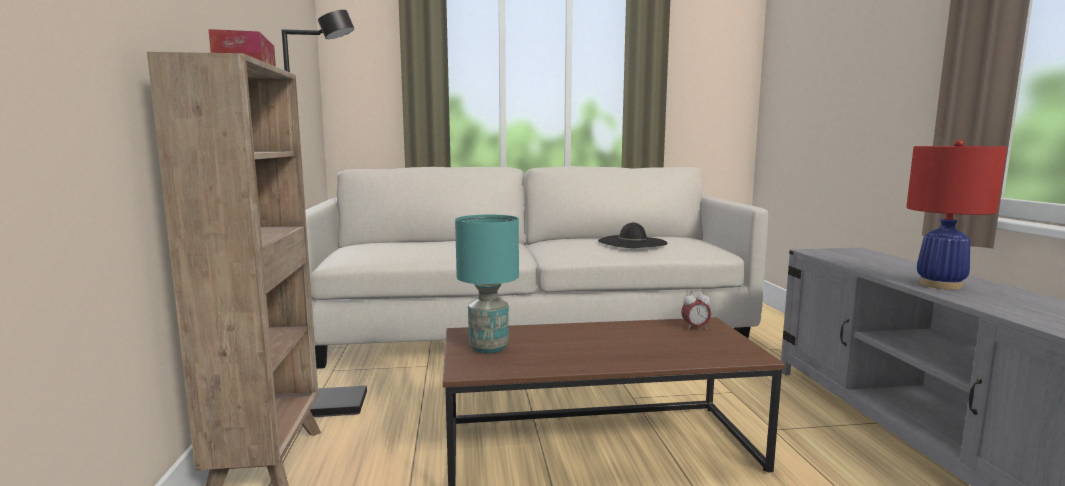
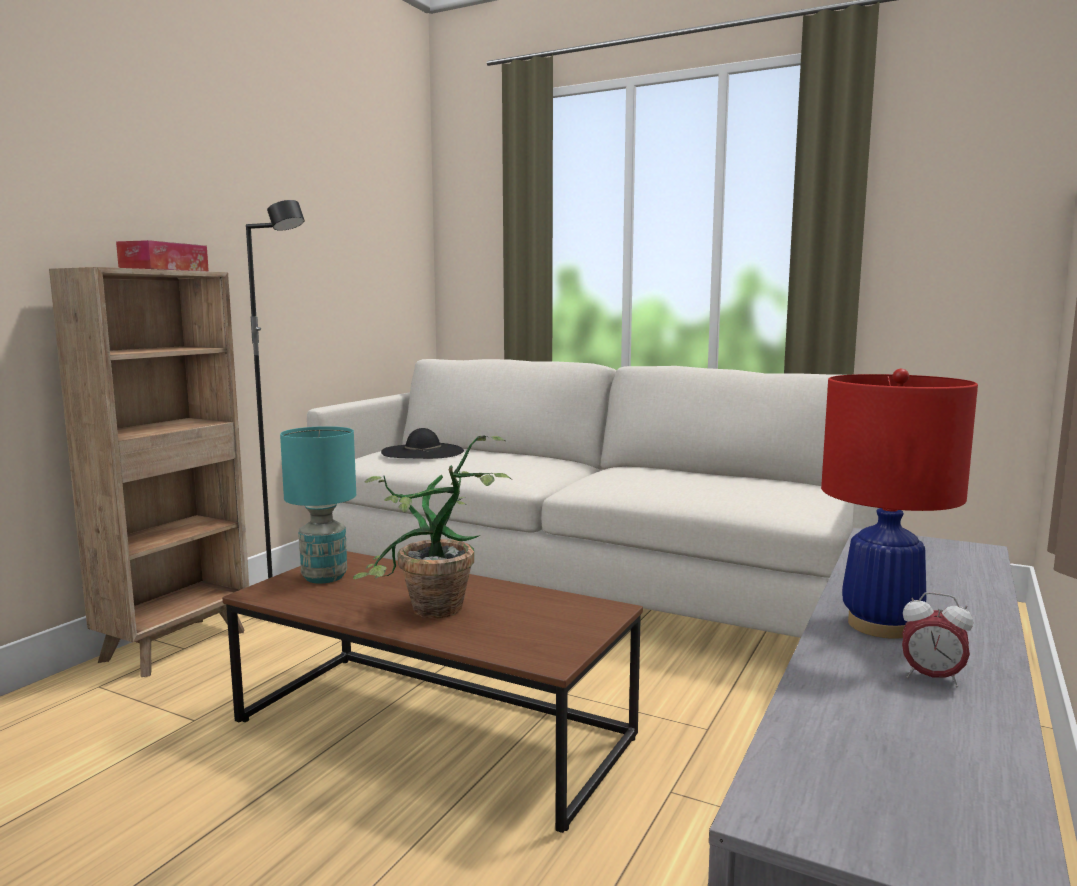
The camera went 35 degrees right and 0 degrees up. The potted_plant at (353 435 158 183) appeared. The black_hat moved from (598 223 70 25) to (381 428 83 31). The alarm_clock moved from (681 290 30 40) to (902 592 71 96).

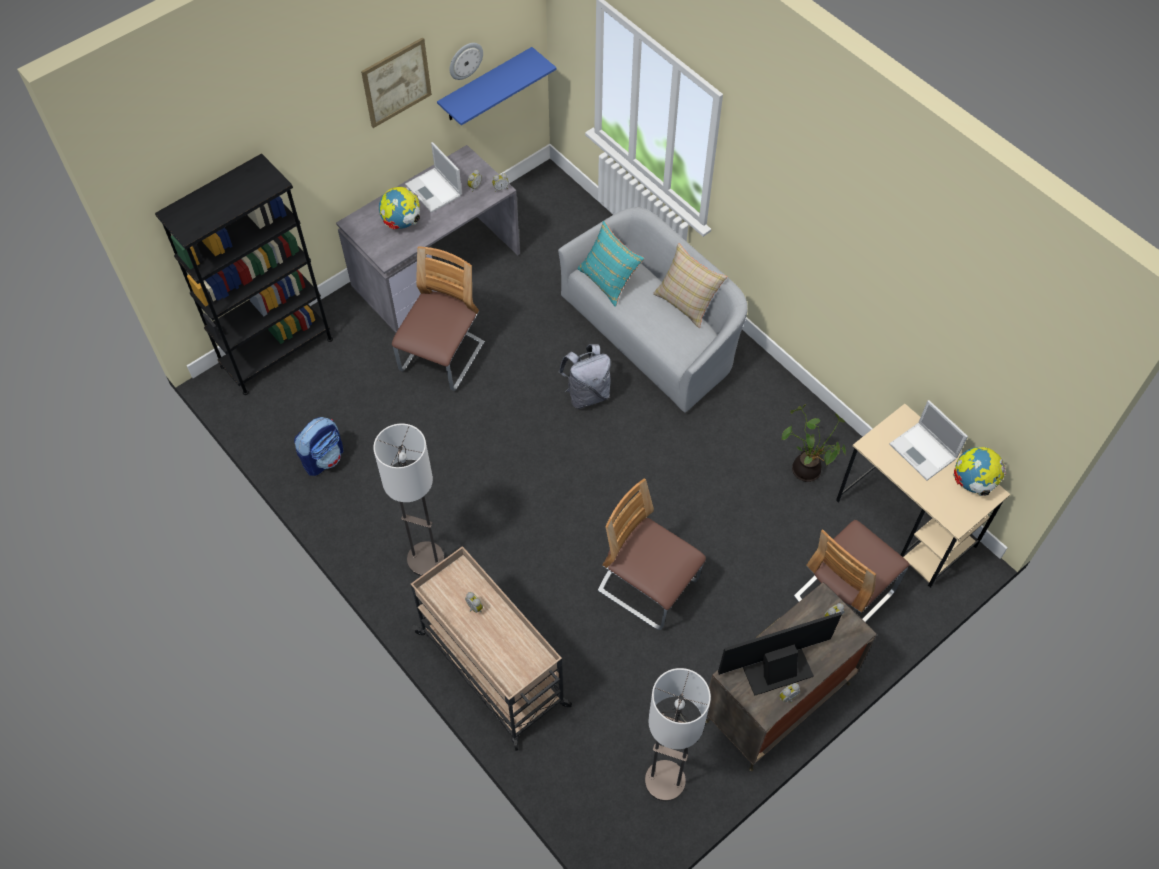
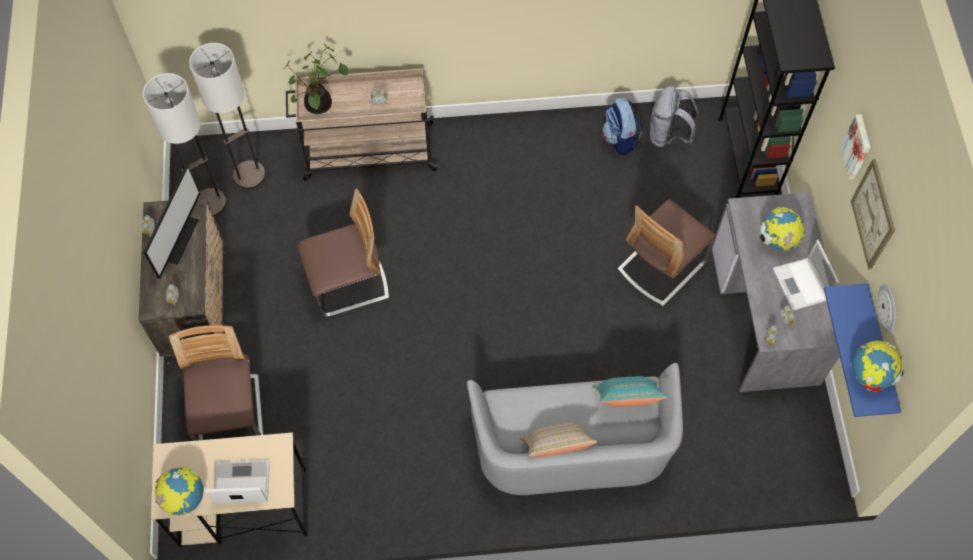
The camera went 125 degrees right and 5 degrees up. The picture at (840 114 31 66) appeared. The globe at (852 340 52 52) appeared. The floor_lamp moved from (373 424 71 152) to (189 43 76 146). The grey_backpack moved from (559 344 52 65) to (650 86 48 62). The potted_plant moved from (782 404 64 78) to (283 45 65 69). The chair at (392 246 93 145) turned 75 degrees clockwise. The laptop at (405 142 57 71) turned 105 degrees counterclockwise.

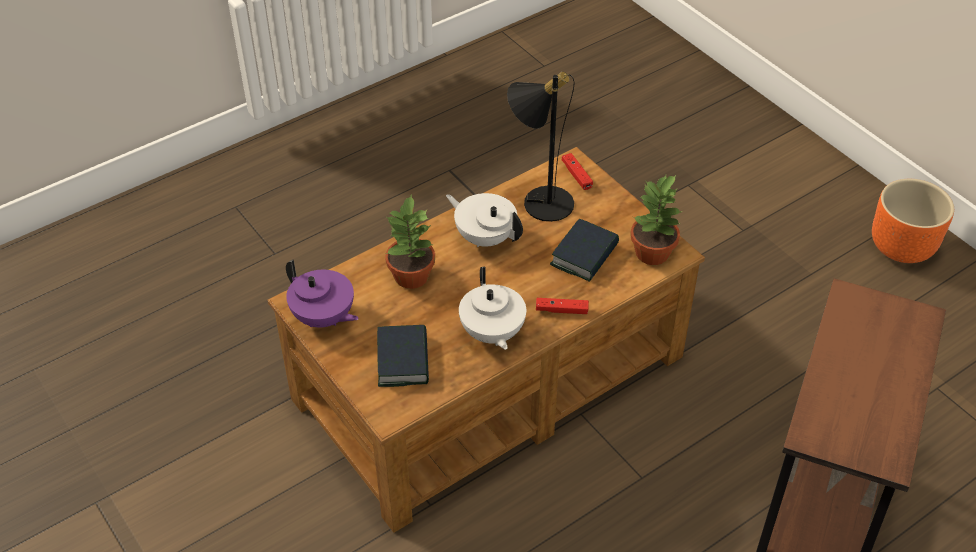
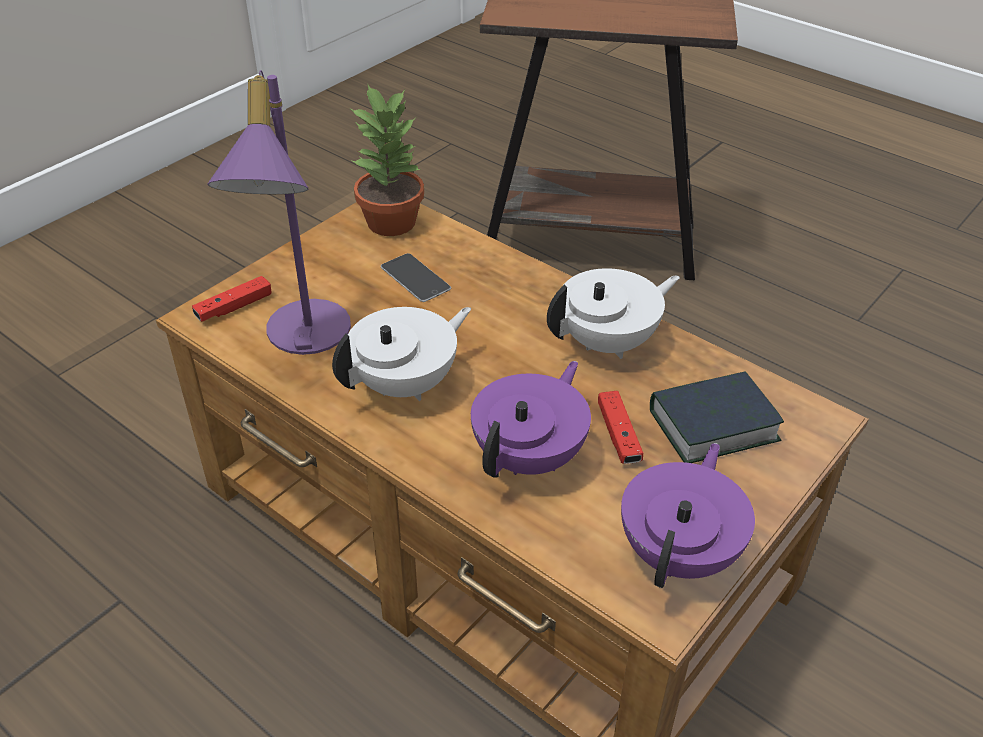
The camera went 105 degrees left and 5 degrees down. The orange_planter at (872 179 82 84) disappeared. The red_game_controller moved from (536 298 53 16) to (598 391 45 73). The potted_plant at (385 194 50 95) was replaced by the purple_teapot at (471 361 120 117). The book at (550 219 69 63) was replaced by the phone at (381 253 70 49). The black_table_lamp at (507 72 68 150) became the purple_table_lamp at (207 70 144 285). The white_teapot at (446 193 77 54) turned 150 degrees counterclockwise.

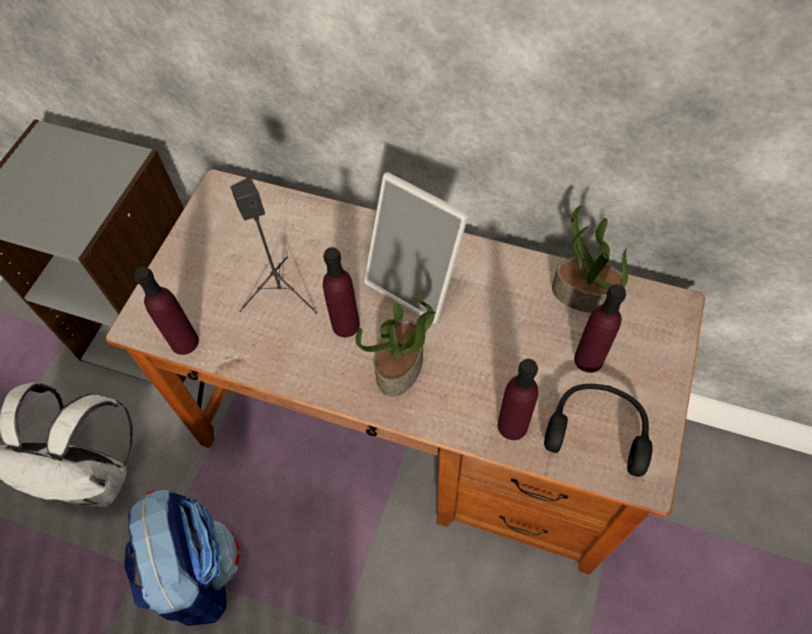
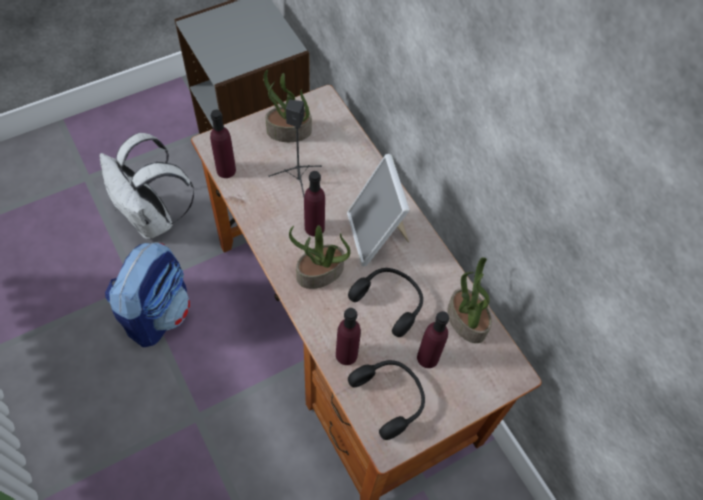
The camera went 35 degrees right and 0 degrees up. The potted_plant at (263 70 49 72) appeared. The black_headphones at (348 268 75 69) appeared.

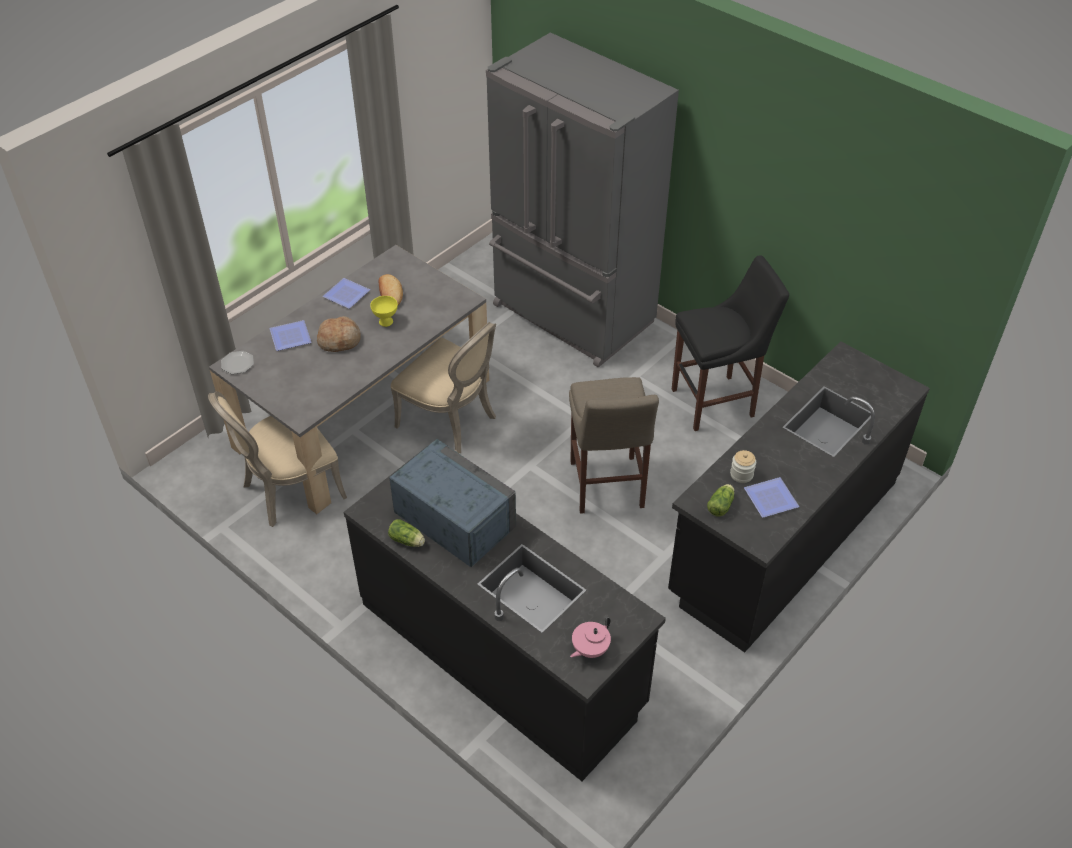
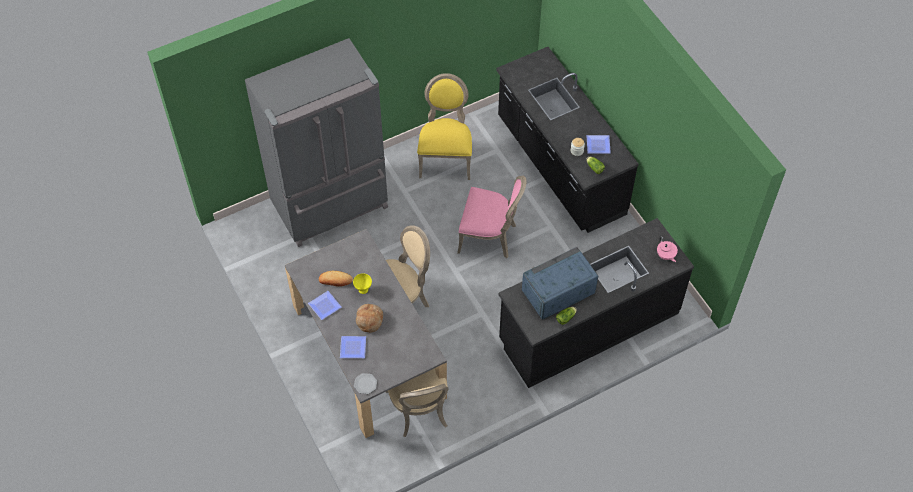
The camera went 70 degrees left and 10 degrees up. The beige_stool at (569 377 90 137) was replaced by the pink_chair at (457 176 70 82). The black_stool at (672 255 117 176) was replaced by the yellow_chair at (417 73 55 107).

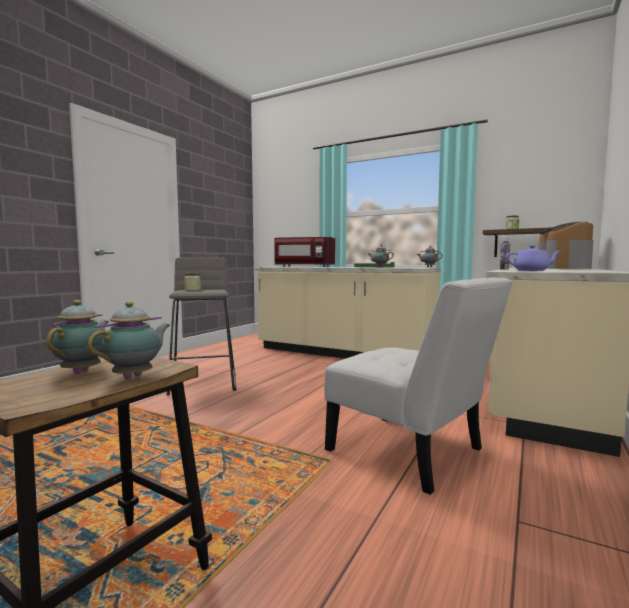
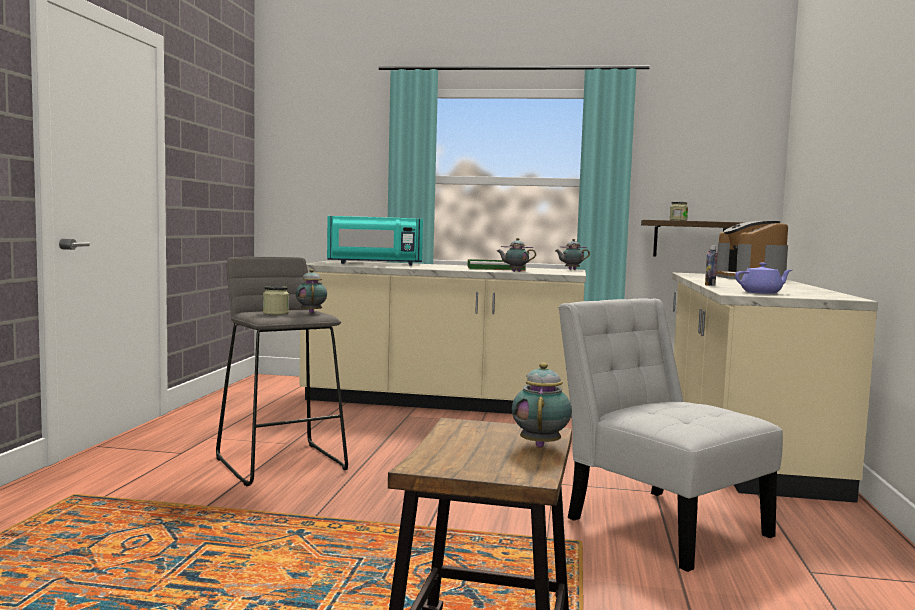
The camera went 20 degrees left and 0 degrees up. The teapot moved from (46 300 63 74) to (296 269 31 44). The red_microwave at (274 237 61 30) became the turquoise_microwave at (327 216 96 49). The white_chair at (324 278 189 217) turned 150 degrees counterclockwise.

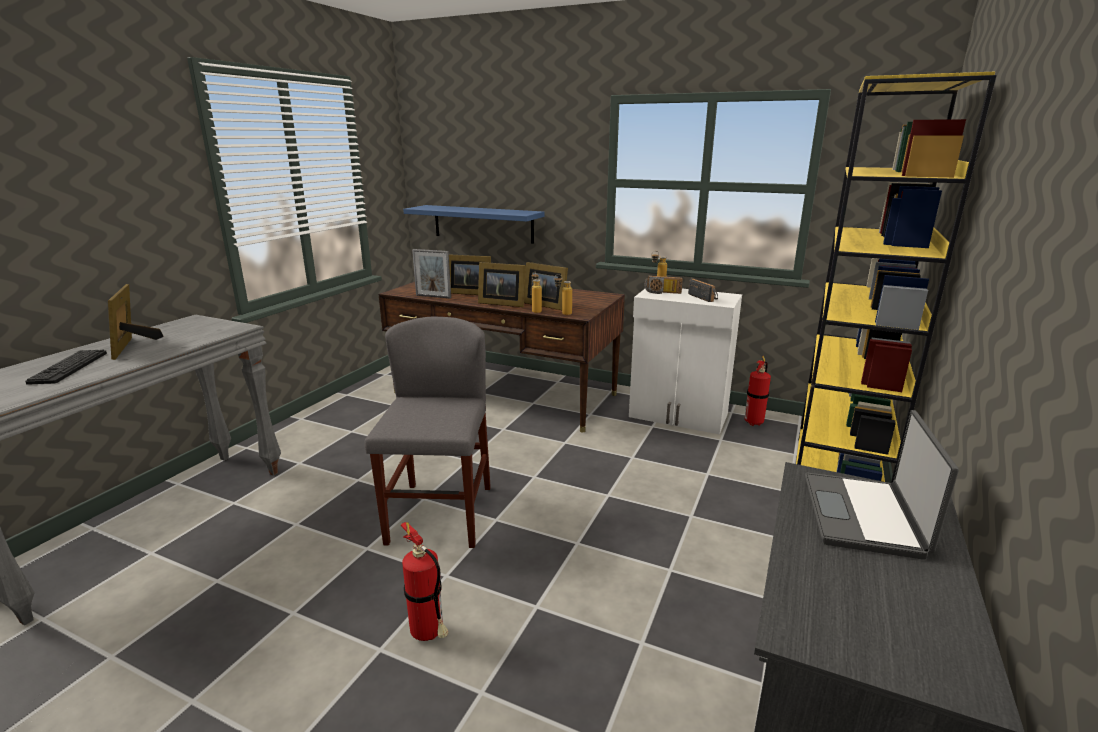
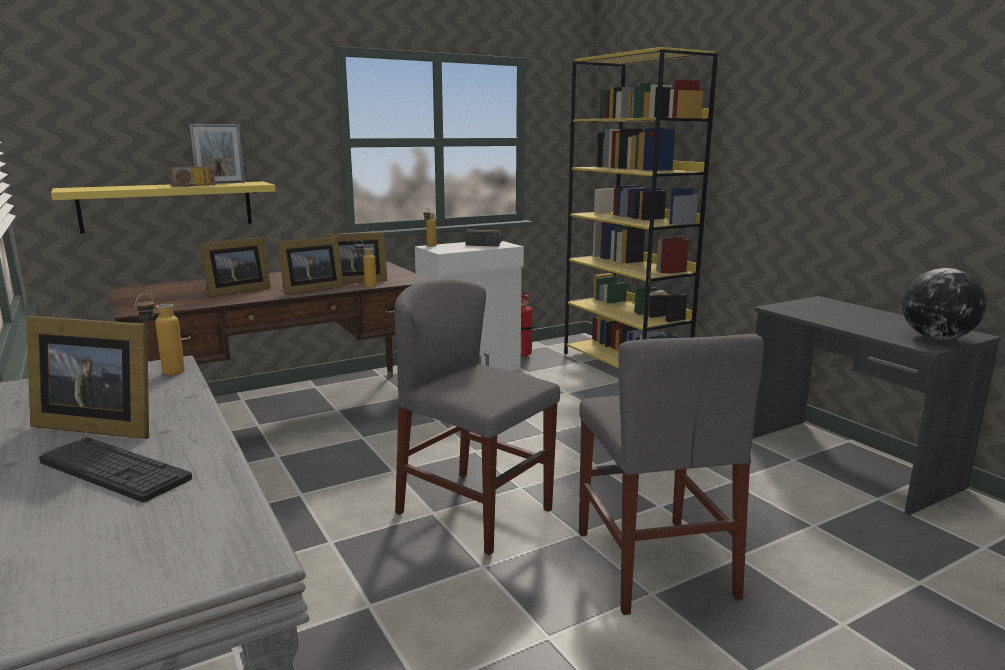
The camera went 55 degrees left and 5 degrees down. The laptop at (805 410 154 150) disappeared. The globe at (902 268 85 72) appeared. The picture_frame moved from (412 249 39 49) to (189 124 56 60). The bottle moved from (554 274 18 41) to (135 294 50 81). The radio moved from (644 276 39 18) to (167 166 48 21). The fire_extinguisher at (401 522 48 119) was replaced by the grey_chair at (579 334 185 281). The blue_shelf at (403 205 142 39) became the yellow_shelf at (51 182 225 52).

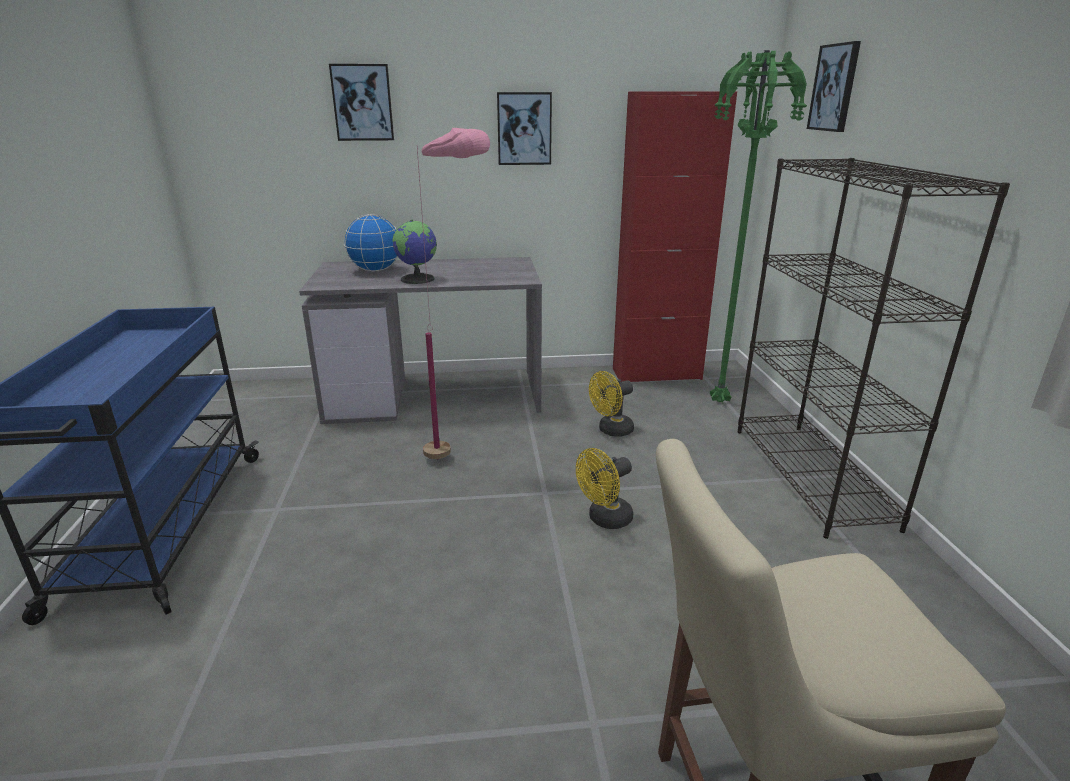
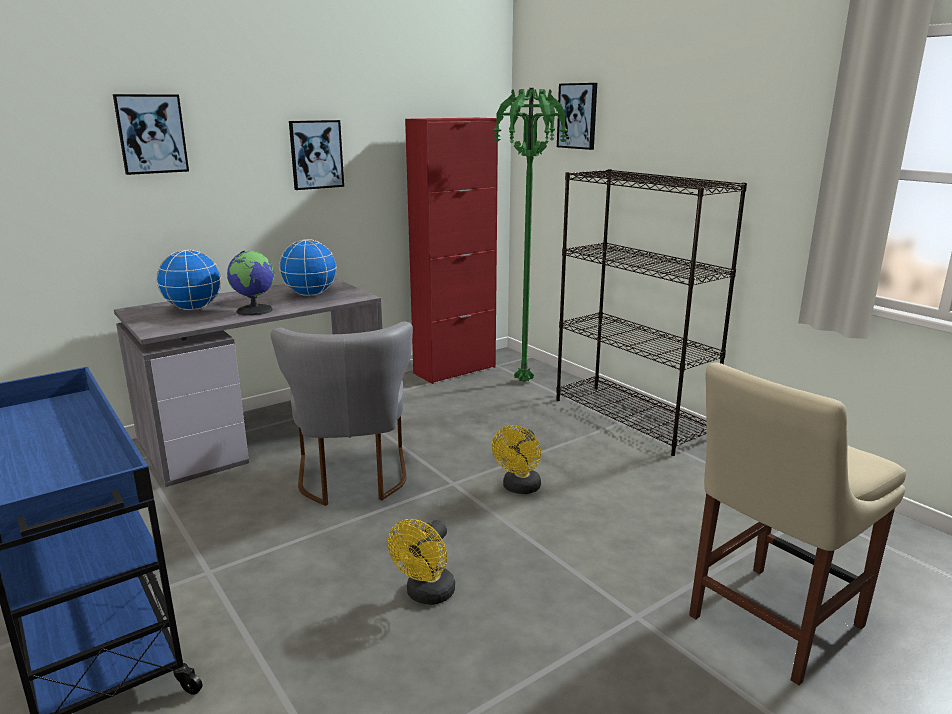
The camera went 30 degrees left and 5 degrees down. The globe at (279 239 58 57) appeared. The yellow_fan moved from (589 371 45 66) to (388 519 67 86). The pink_floor_lamp at (417 128 73 332) was replaced by the grey_chair at (271 322 142 184).

